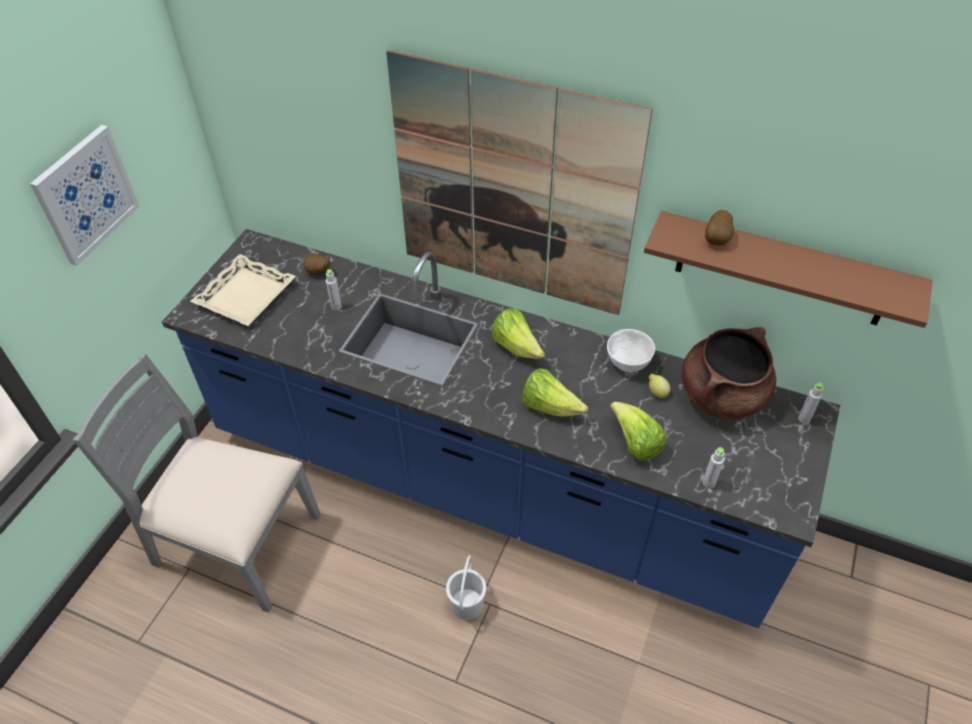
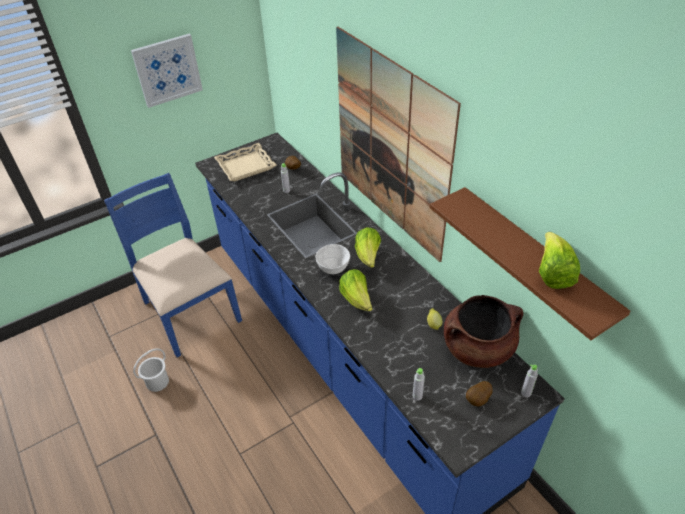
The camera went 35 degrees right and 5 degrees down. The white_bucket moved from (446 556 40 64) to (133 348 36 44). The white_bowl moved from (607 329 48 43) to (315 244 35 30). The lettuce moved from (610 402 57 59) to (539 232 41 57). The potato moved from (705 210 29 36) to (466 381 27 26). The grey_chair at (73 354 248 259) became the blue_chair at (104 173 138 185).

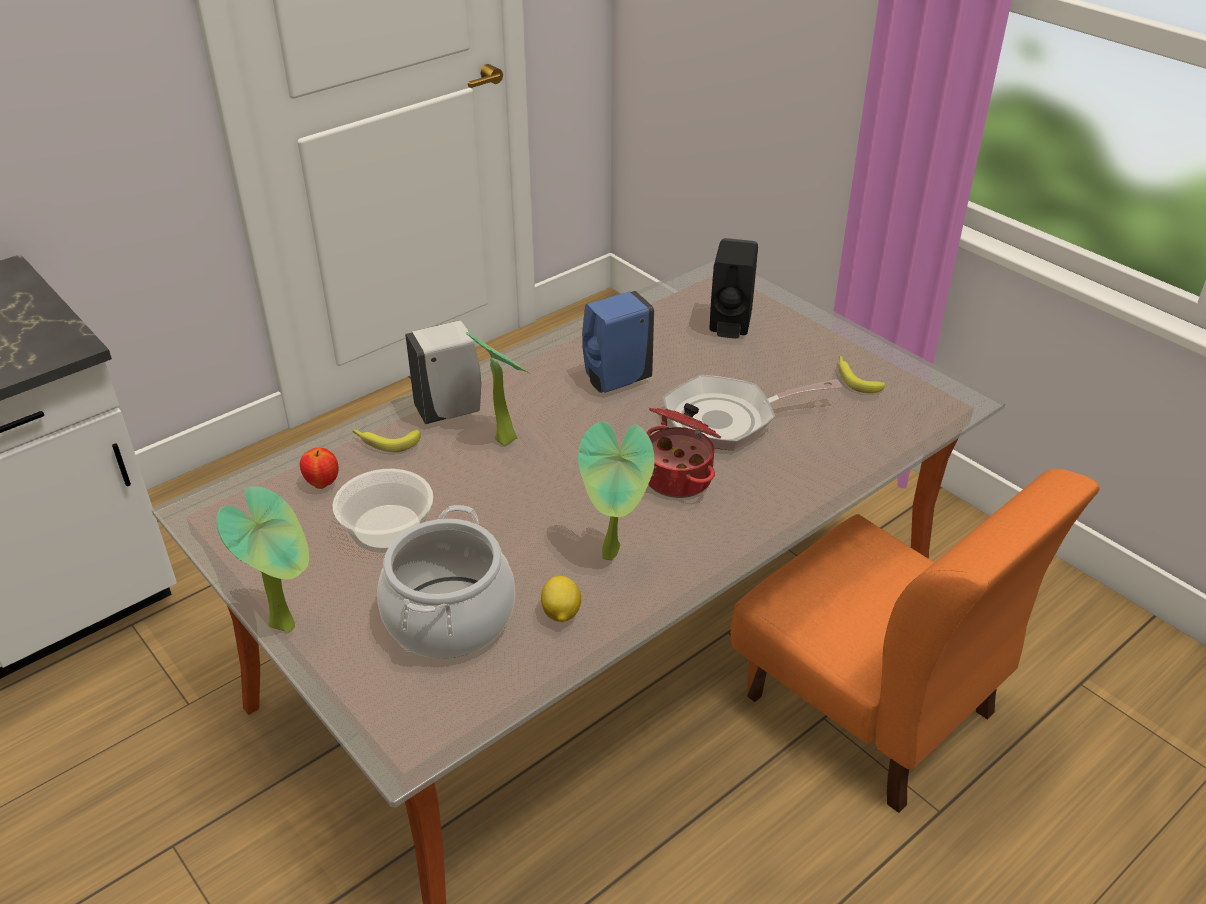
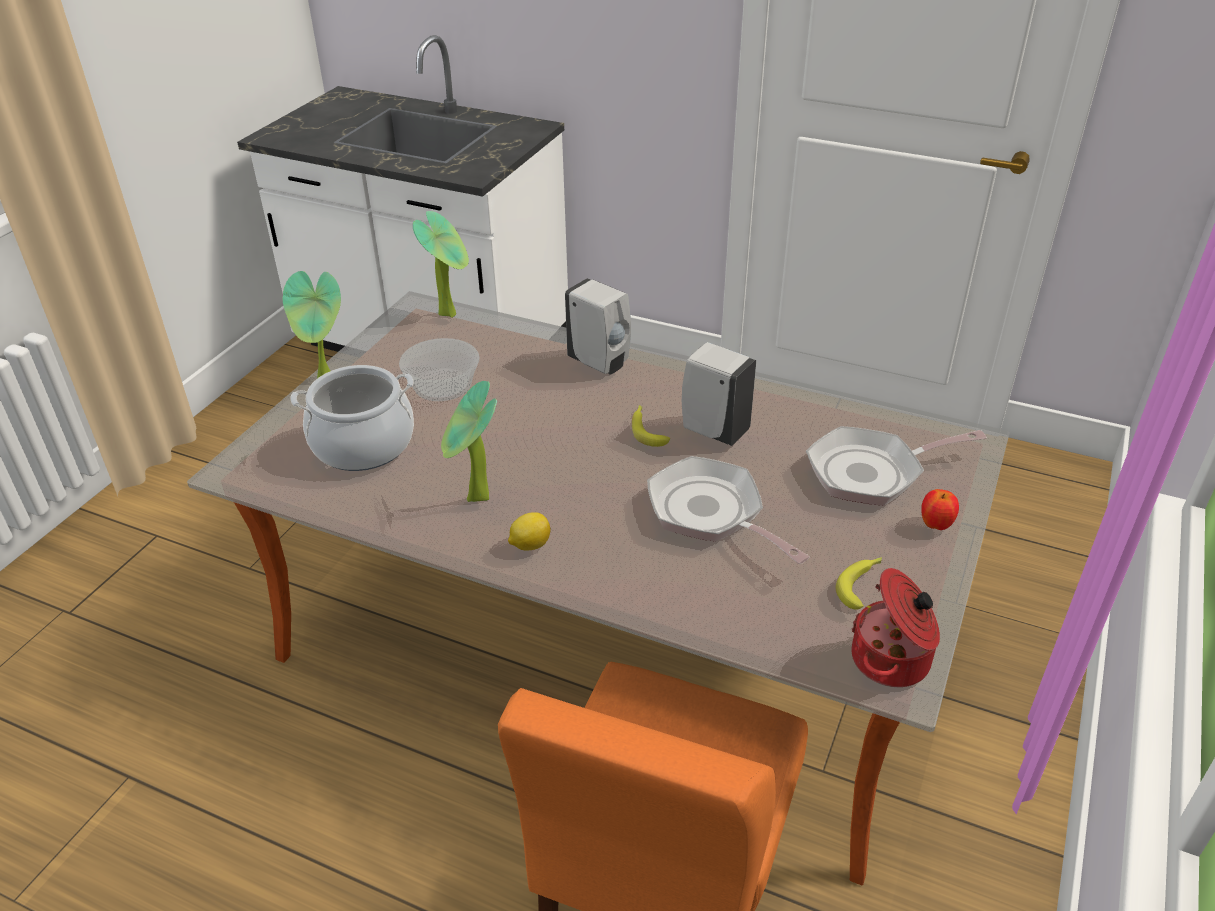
The camera went 65 degrees right and 0 degrees up. The apple moved from (300 448 38 41) to (921 489 38 41). The banana moved from (352 429 69 23) to (632 405 38 42). The potted_plant moved from (466 332 64 114) to (413 211 56 107). The lemon moved from (541 576 40 46) to (508 512 42 38). The cooking_pot moved from (647 403 74 95) to (851 568 89 119). The black_soap_dispenser at (709 238 49 100) was replaced by the frying_pan at (806 426 181 80). The blue_soap_dispenser at (582 291 72 102) became the white_soap_dispenser at (682 342 74 104).

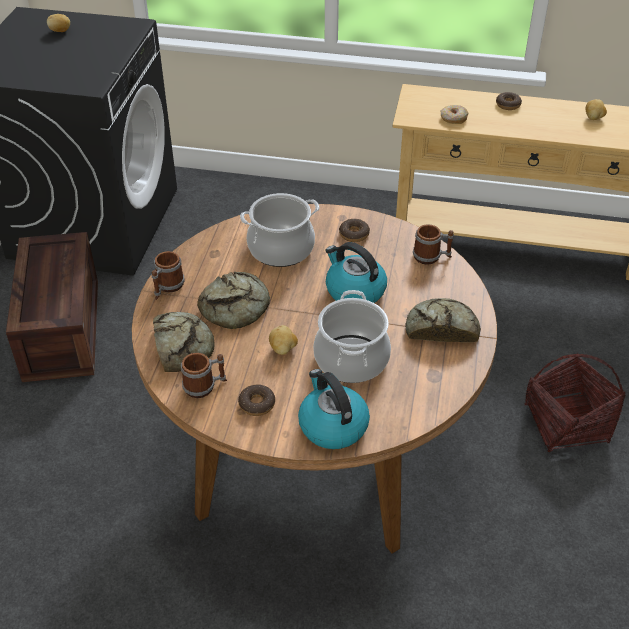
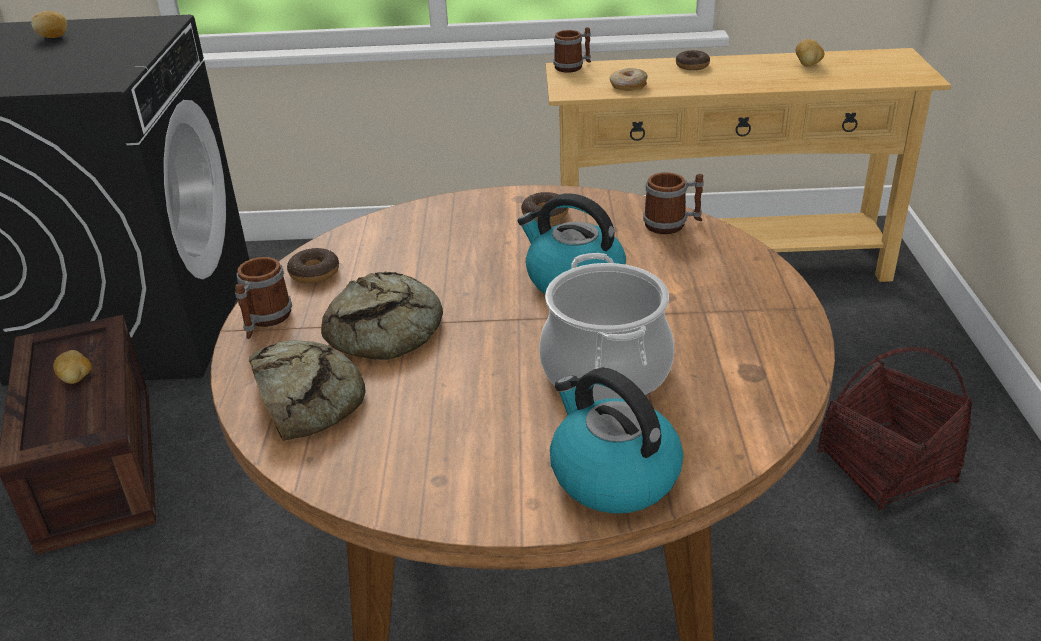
The camera went 10 degrees left and 10 degrees down. The cooking_pot at (240 193 80 74) disappeared. The bread at (406 298 75 44) disappeared. The mug moved from (181 353 46 45) to (553 27 38 46). The donut moved from (238 385 37 31) to (287 247 52 37). The potato moved from (269 325 29 30) to (53 350 39 34).

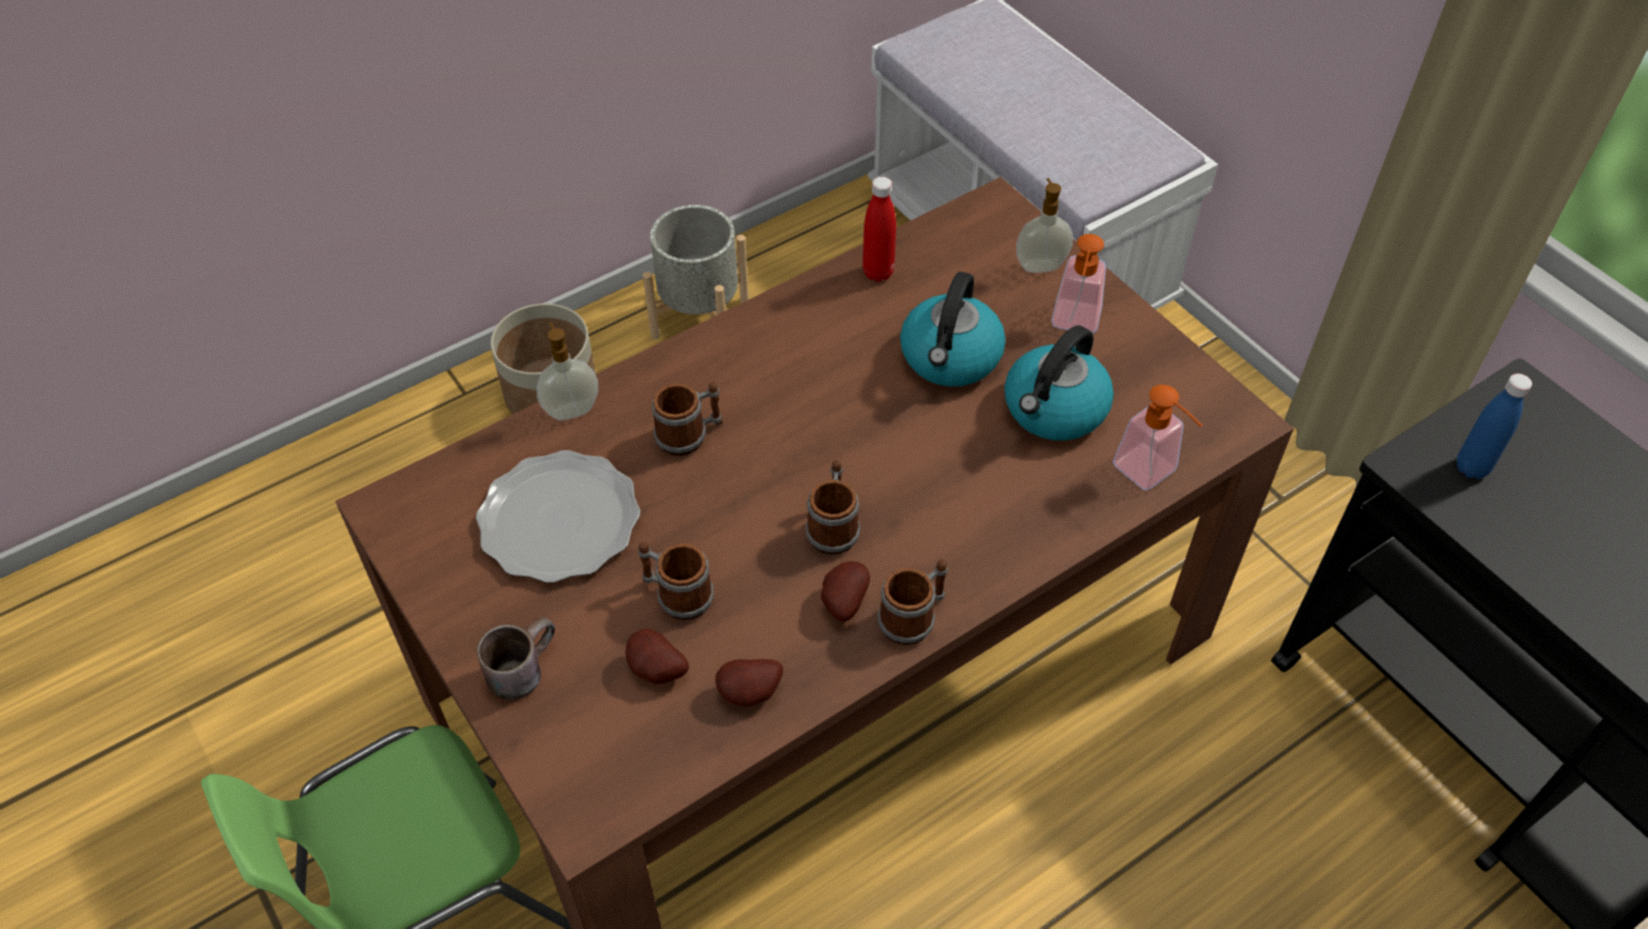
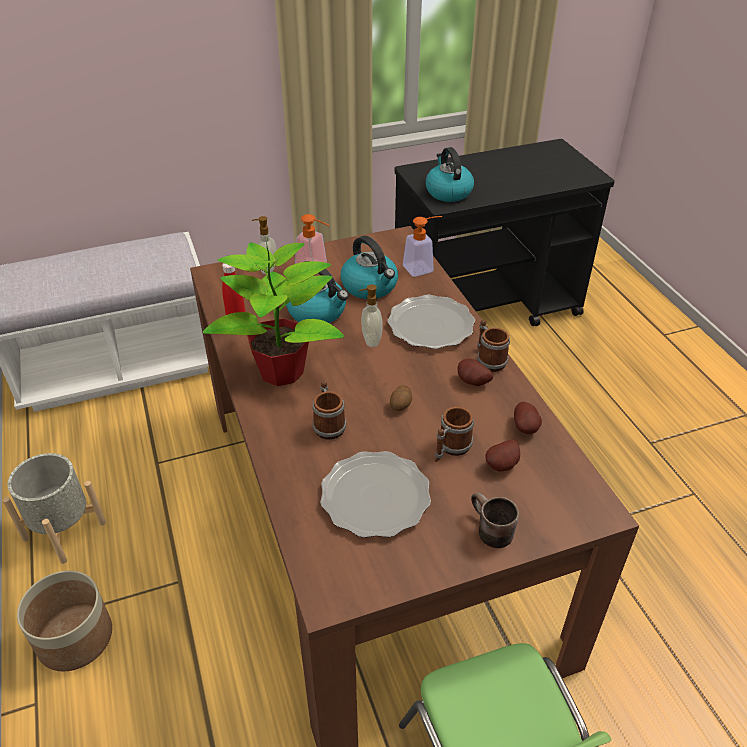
The camera went 75 degrees left and 10 degrees down. The mug at (806 460 54 95) disappeared. The potted_plant at (203 238 141 148) appeared. The plate at (387 295 88 54) appeared. The potato at (390 385 22 26) appeared. The soap_dispenser moved from (536 323 62 97) to (359 284 24 63). The blue_bottle at (1457 373 75 106) was replaced by the kettle at (425 147 49 55).

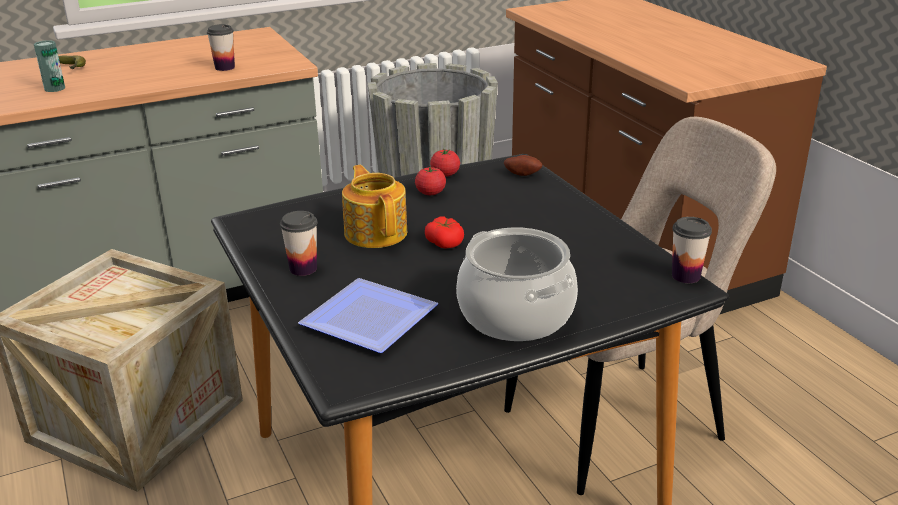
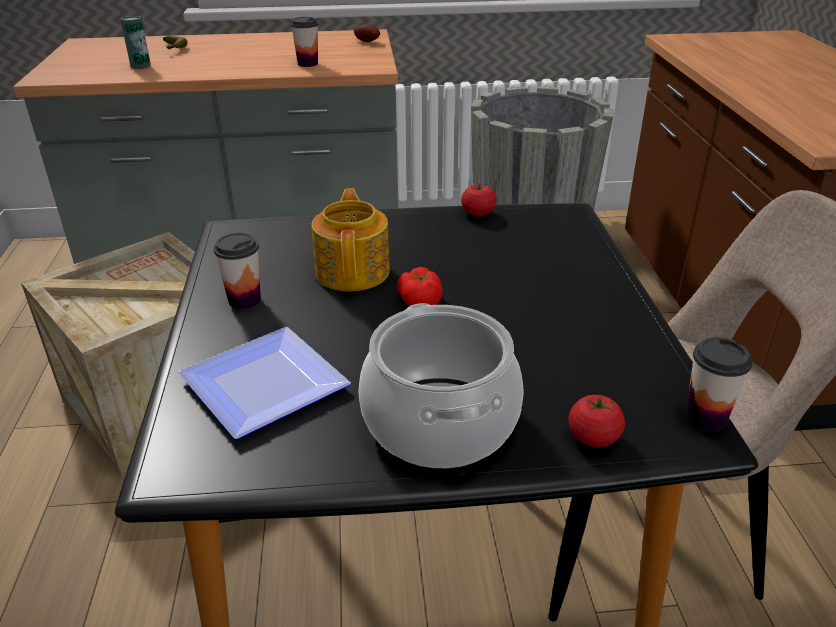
The camera went 20 degrees right and 5 degrees up. The tomato moved from (415 167 31 28) to (568 395 57 52). The potato moved from (504 155 38 21) to (354 24 26 18).

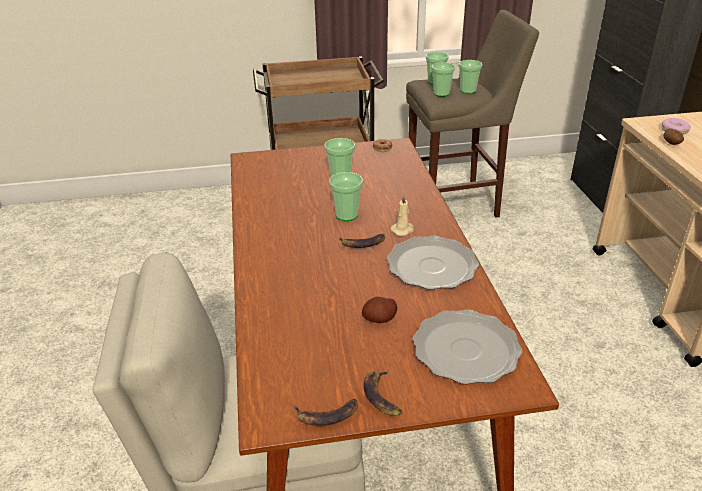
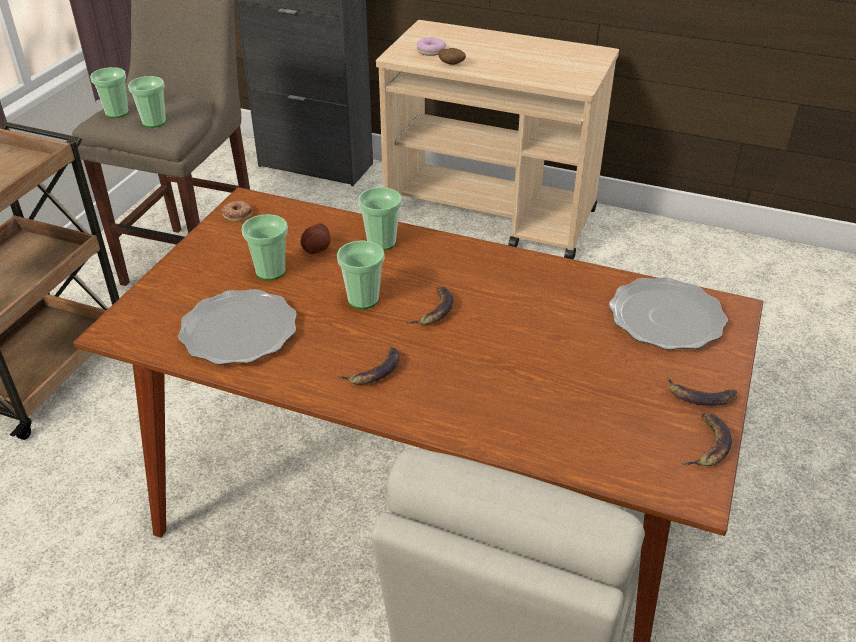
The camera went 60 degrees left and 5 degrees up. The beige_candle at (391 195 23 41) disappeared. The banana at (338 347 62 38) appeared. The potato moved from (362 297 35 26) to (301 224 30 30). The plate moved from (387 236 92 54) to (178 289 119 76). The cup moved from (459 60 23 34) to (358 187 44 63).

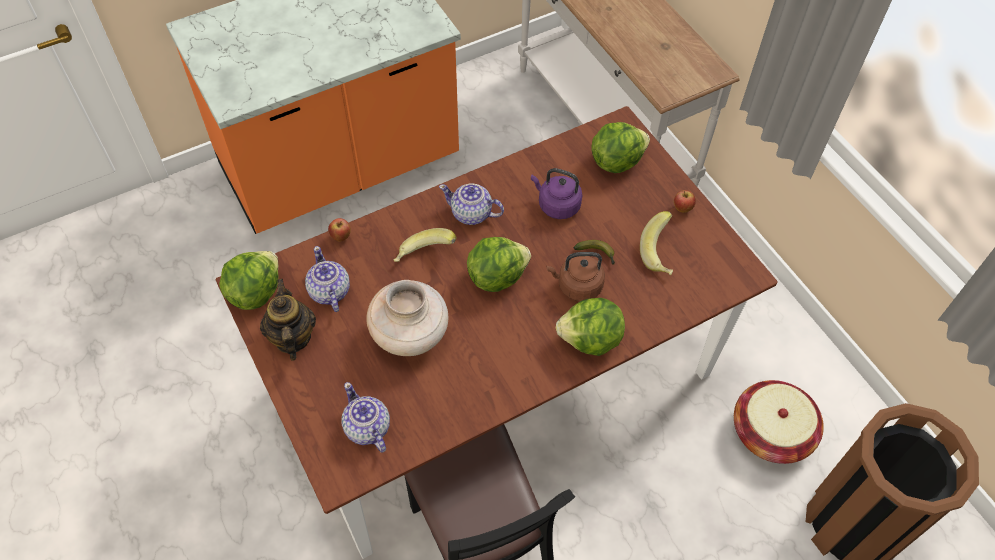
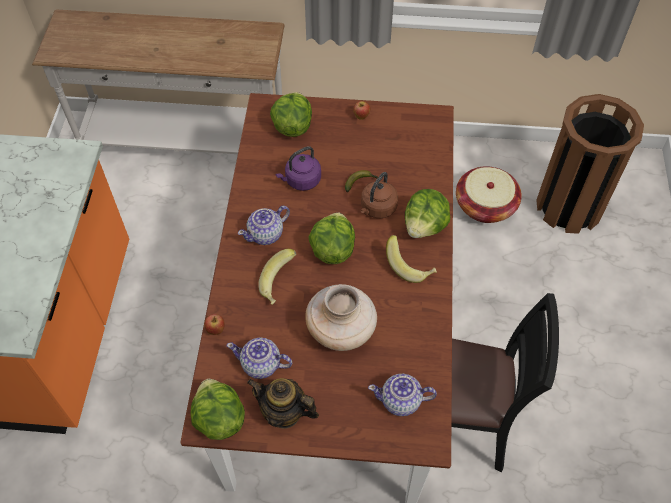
The camera went 55 degrees left and 0 degrees up. The banana moved from (640 211 33 64) to (386 235 51 48).

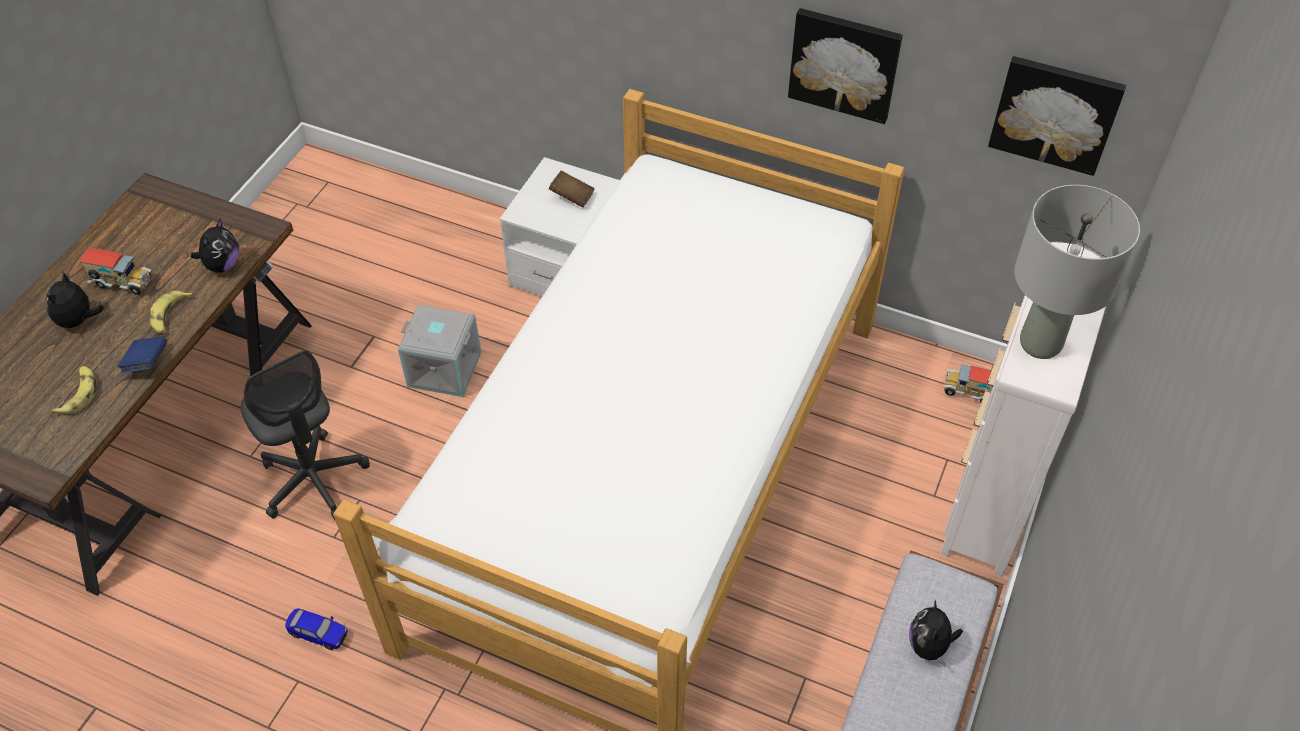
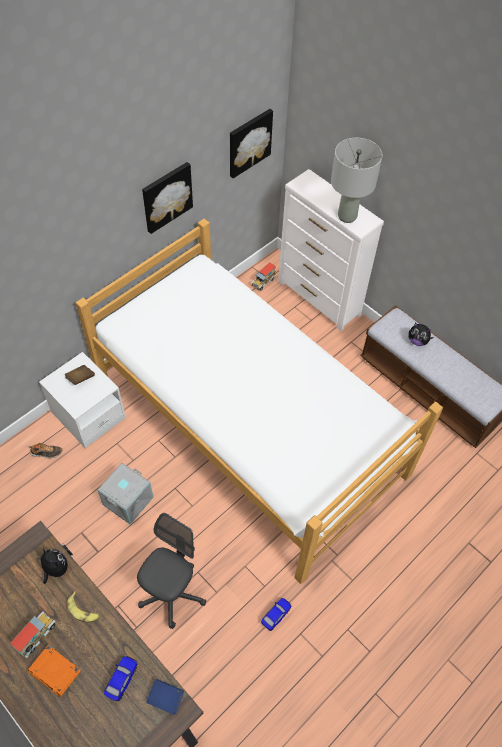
The camera went 70 degrees left and 5 degrees up. The shoe at (29 443 33 15) appeared. The blue_book moved from (118 337 49 36) to (146 679 38 36). The plush_toy at (46 272 58 57) was replaced by the orange_book at (28 645 53 52). The banana at (51 366 45 48) was replaced by the toy_car at (104 656 33 45). The grey_office_chair at (241 350 129 170) turned 45 degrees counterclockwise.

